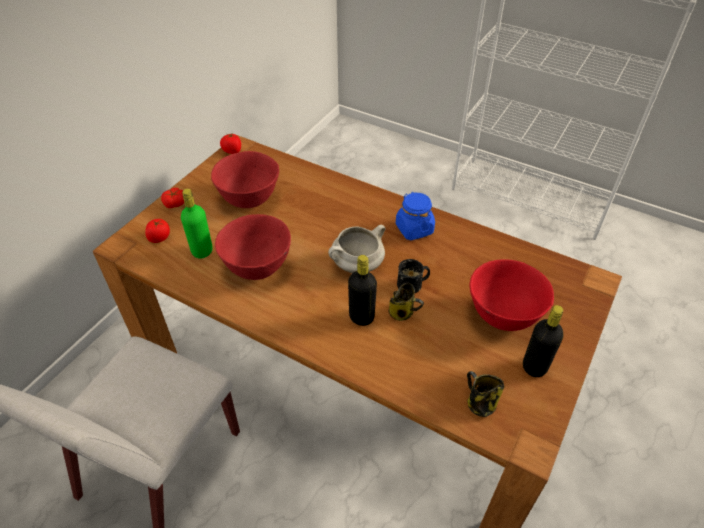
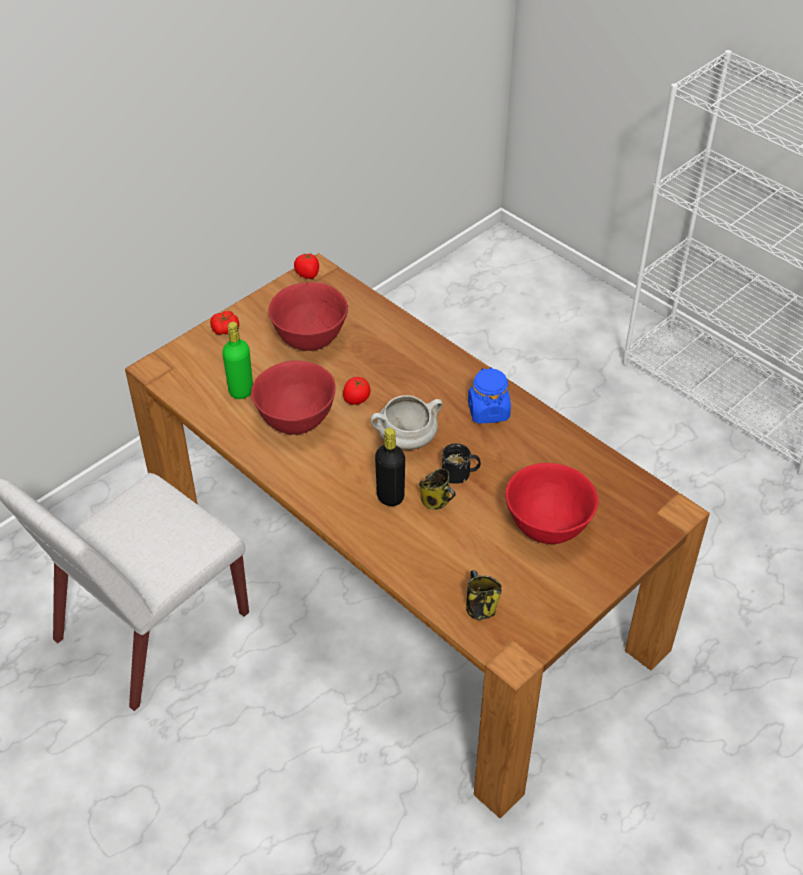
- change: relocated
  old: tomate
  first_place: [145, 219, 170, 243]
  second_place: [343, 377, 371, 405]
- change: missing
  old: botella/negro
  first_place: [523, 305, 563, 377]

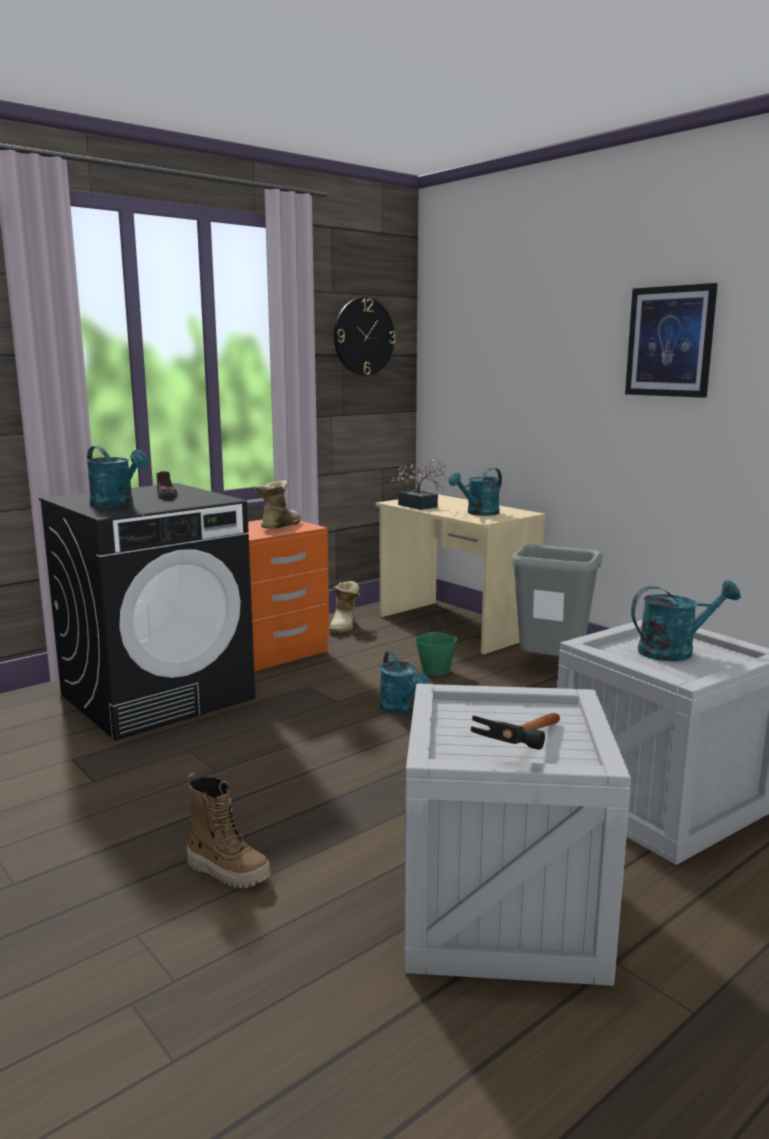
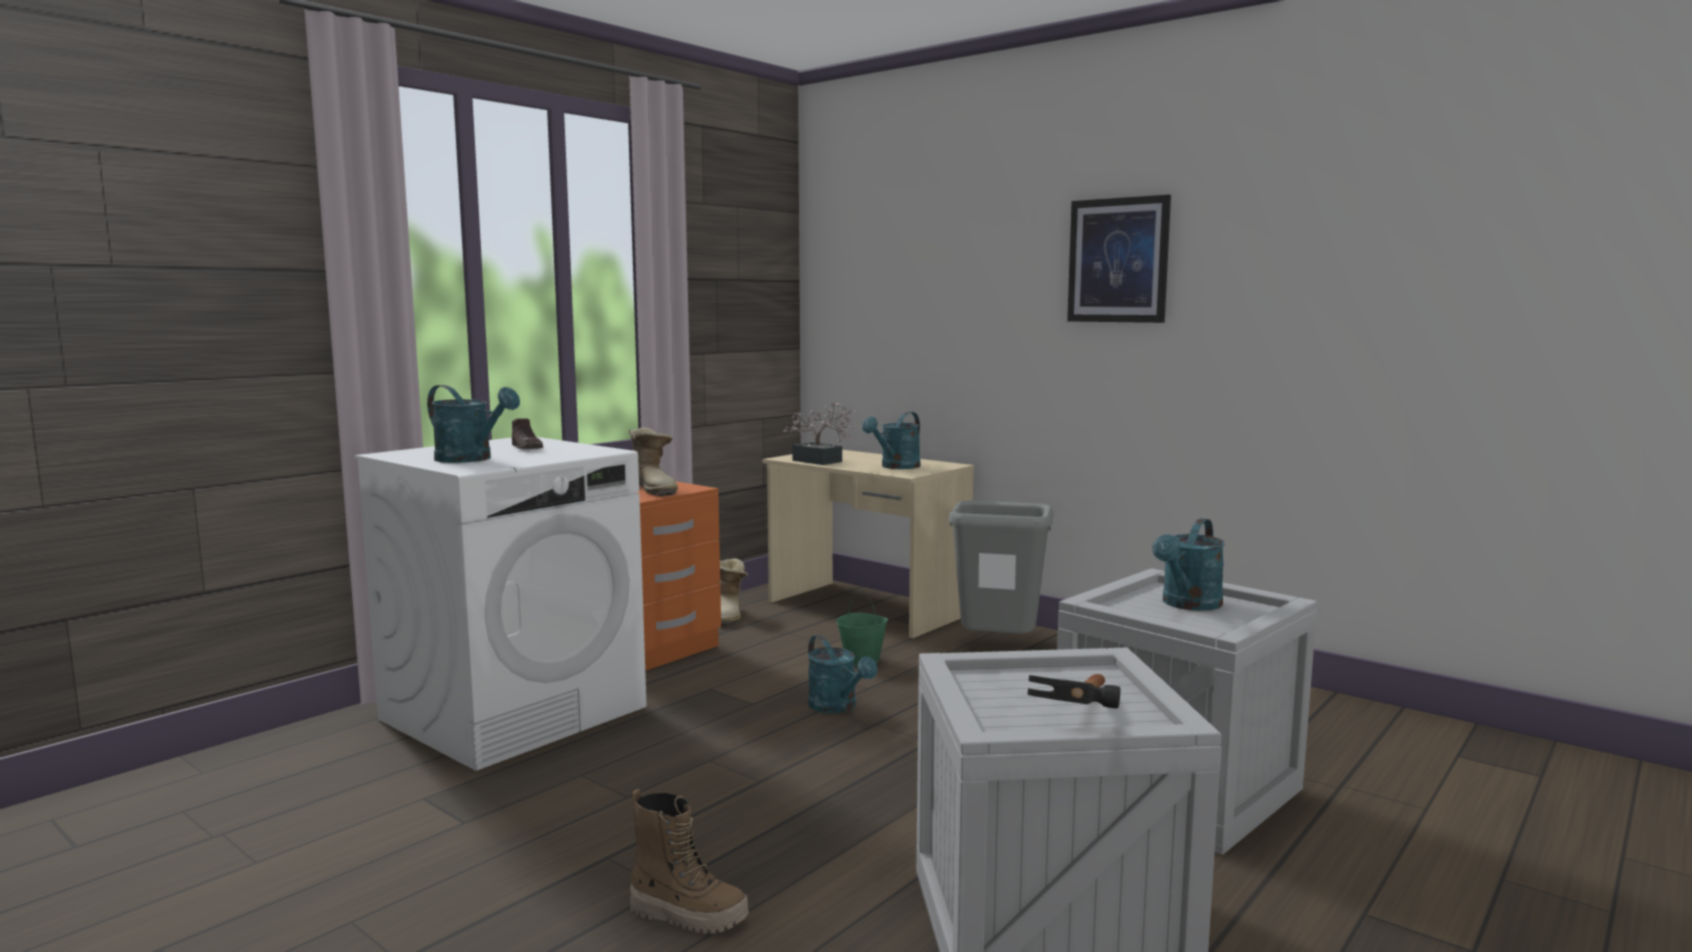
- change: colour
  old: lavadora/negro
  new: lavadora/blanco
  first_place: [39, 483, 255, 741]
  second_place: [354, 437, 646, 771]
- change: spun
  old: bota
  first_place: [254, 480, 301, 529]
  second_place: [629, 428, 678, 496]
  degrees: 135
- change: spun
  old: regadera/turquesa
  first_place: [631, 580, 741, 661]
  second_place: [1153, 518, 1225, 611]
  degrees: 150
- change: missing
  old: reloj de pared
  first_place: [334, 297, 396, 376]

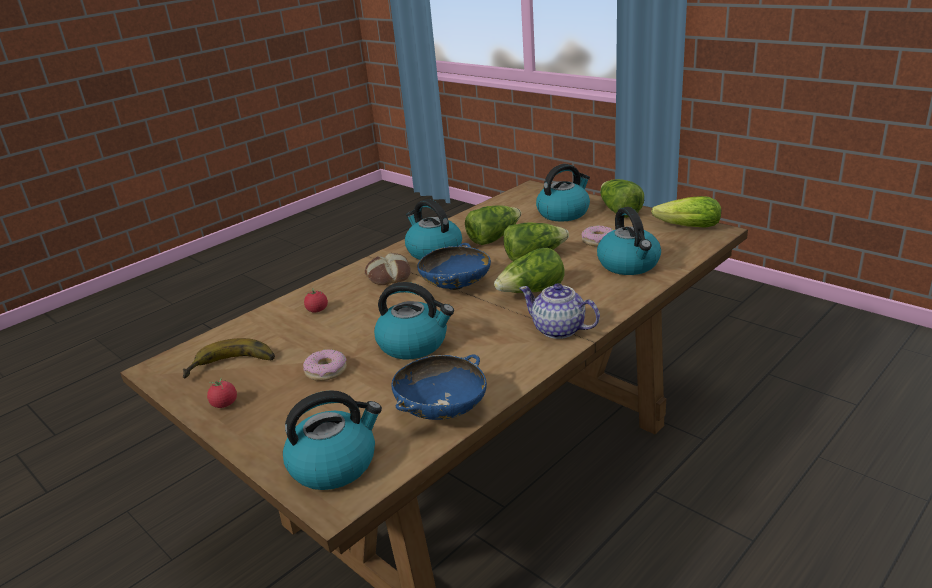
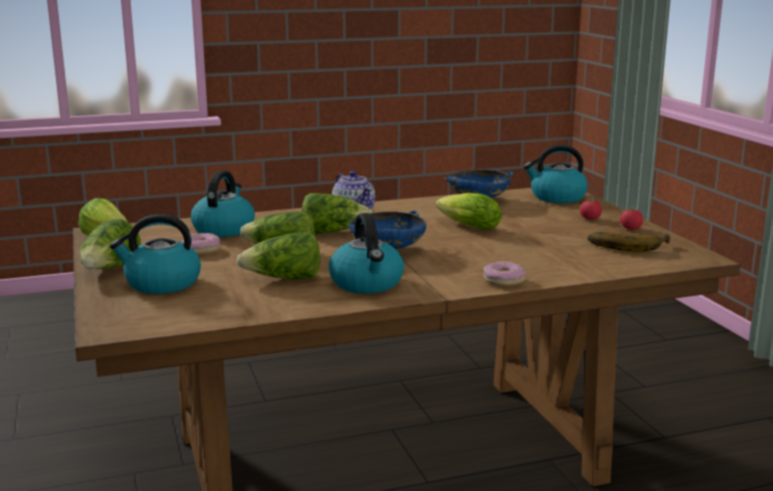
- change: exchanged
  old: hervidor
  new: lechuga
  first_place: [374, 282, 454, 359]
  second_place: [436, 193, 502, 229]
- change: relocated
  old: rosquilla
  first_place: [303, 349, 347, 381]
  second_place: [483, 261, 526, 286]
- change: relocated
  old: tomate
  first_place: [304, 288, 328, 312]
  second_place: [580, 197, 602, 220]
- change: missing
  old: pan
  first_place: [365, 253, 411, 285]

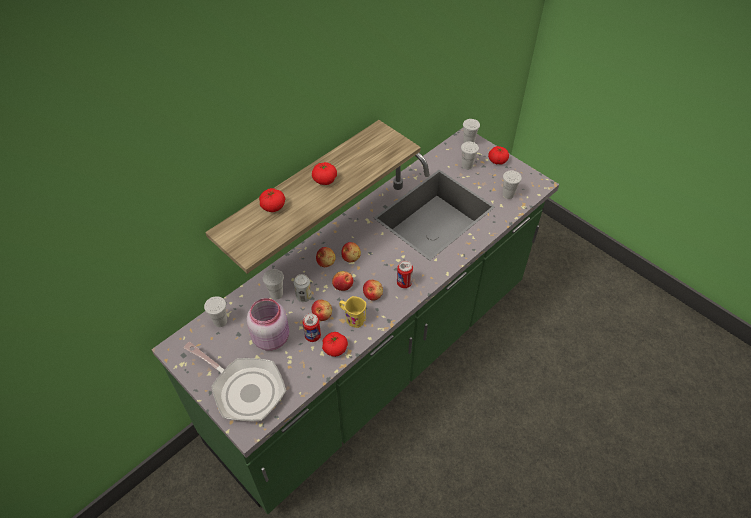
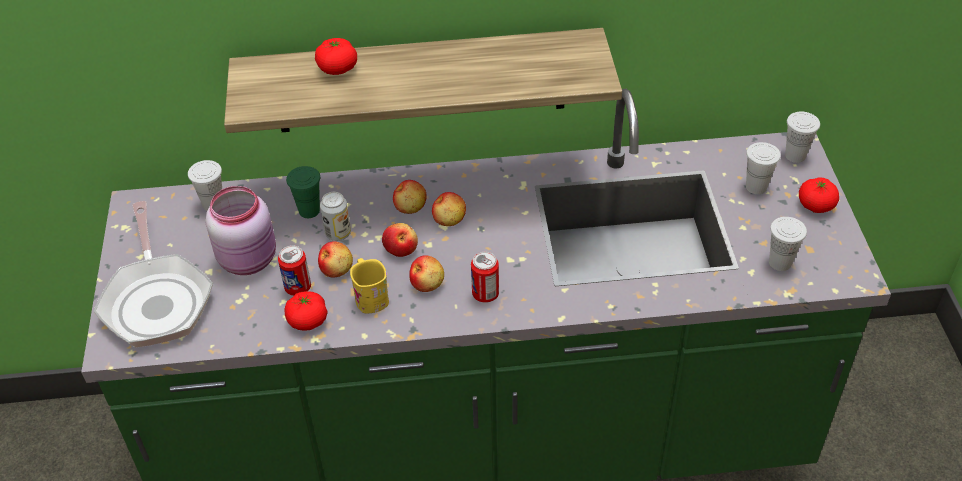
- change: colour
  old: taza/blanco
  new: taza/verde
  first_place: [263, 269, 284, 299]
  second_place: [286, 166, 320, 218]
- change: missing
  old: tomate
  first_place: [312, 162, 337, 185]

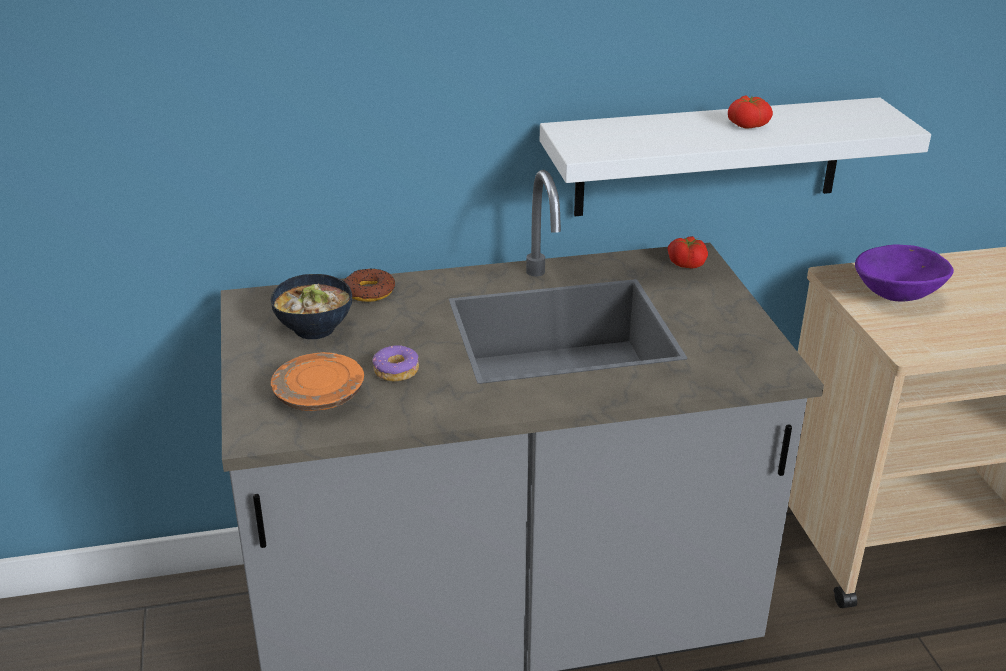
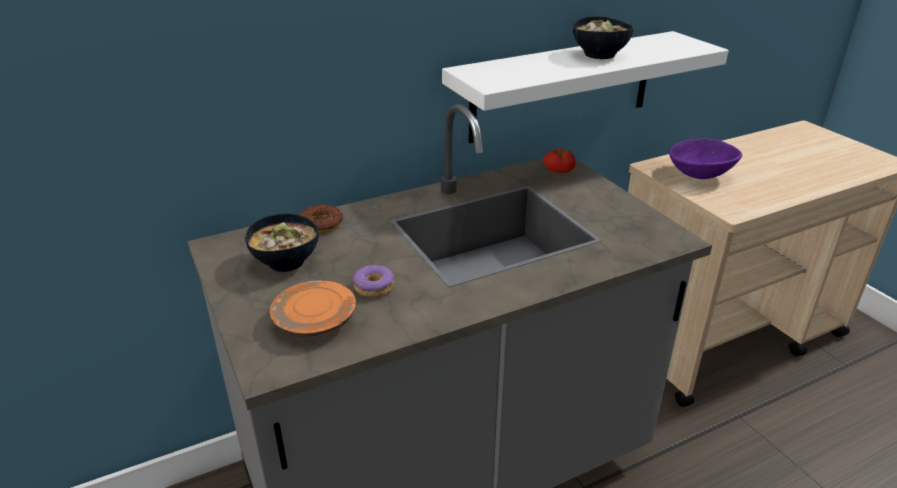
- change: exchanged
  old: tomate
  new: cuenco
  first_place: [728, 95, 773, 128]
  second_place: [573, 16, 634, 59]

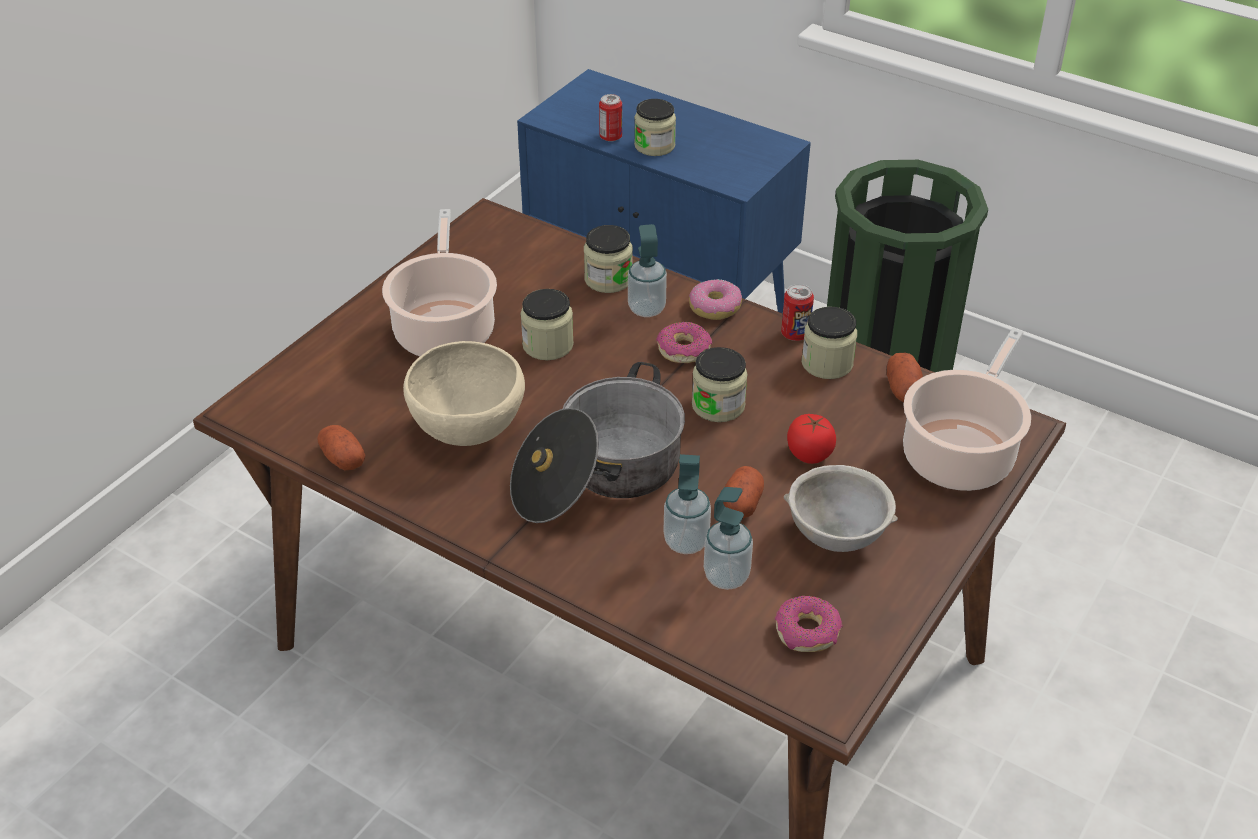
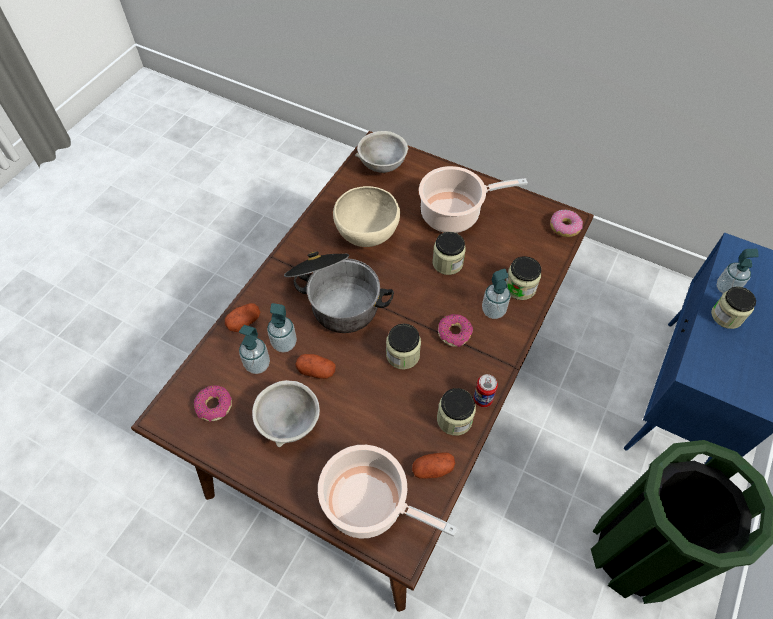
- change: relocated
  old: patata
  first_place: [317, 425, 365, 470]
  second_place: [225, 303, 260, 332]
- change: appeared
  new: cuenco/gris
  second_place: [355, 131, 409, 173]
- change: relocated
  old: rosquilla
  first_place: [689, 279, 742, 320]
  second_place: [550, 210, 583, 237]
- change: exchanged
  old: lata
  new: dispensador de jabón
  first_place: [599, 94, 622, 142]
  second_place: [717, 249, 759, 294]
- change: missing
  old: tomate
  first_place: [787, 414, 836, 464]

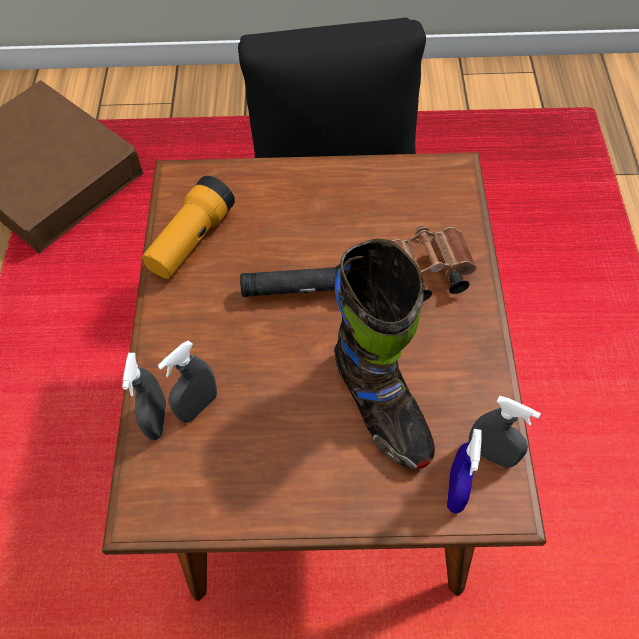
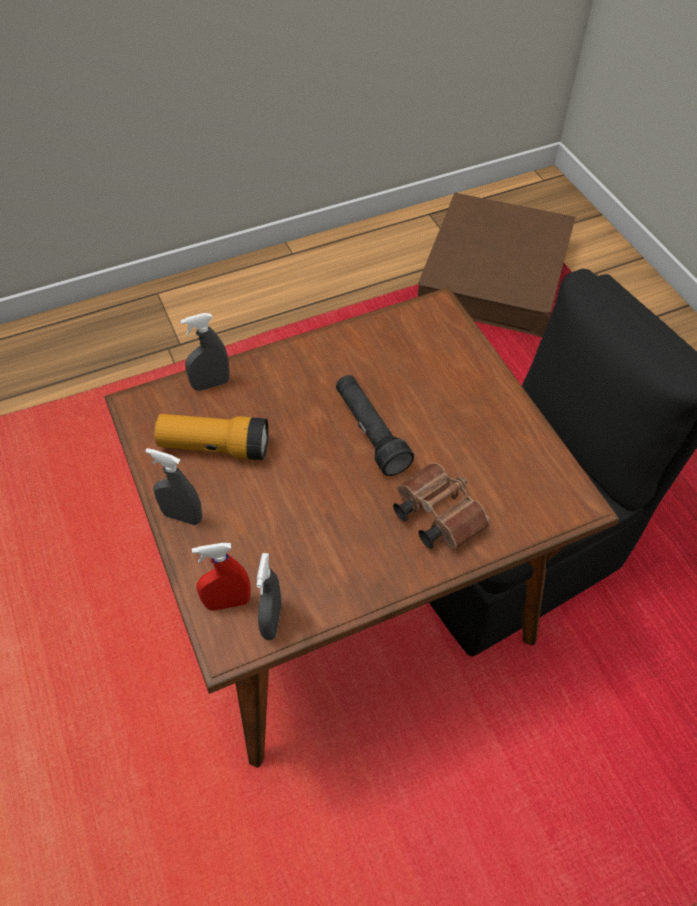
- change: relocated
  old: pulverizador/gris
  first_place: [158, 340, 217, 423]
  second_place: [145, 448, 202, 525]
- change: relocated
  old: linterna
  first_place: [142, 176, 235, 279]
  second_place: [154, 414, 269, 460]
- change: colour
  old: pulverizador/azul
  new: pulverizador/rojo
  first_place: [447, 429, 482, 514]
  second_place: [192, 543, 251, 611]
- change: missing
  old: bota/negro
  first_place: [334, 239, 435, 469]

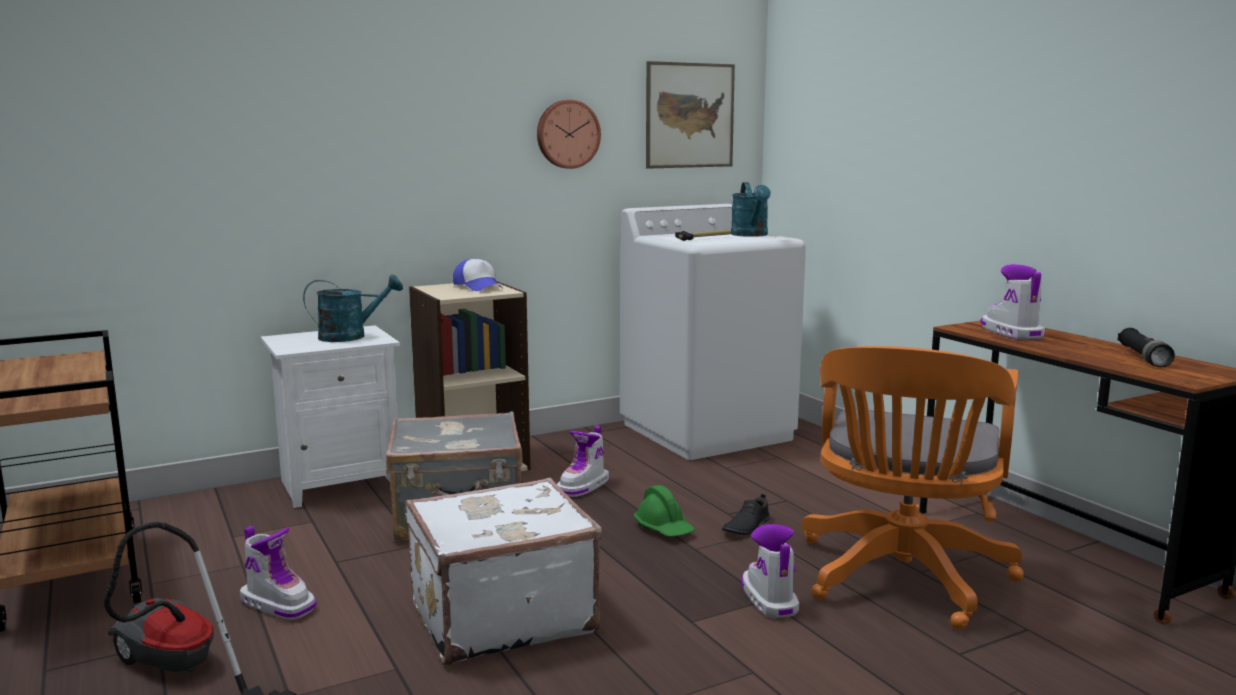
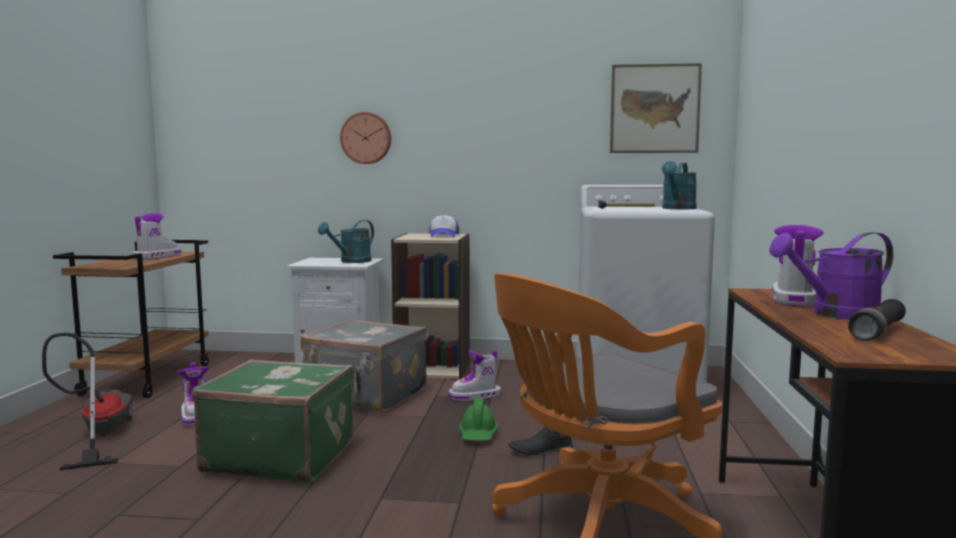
- change: relocated
  old: bota
  first_place: [741, 524, 799, 618]
  second_place: [132, 213, 182, 260]
- change: colour
  old: maleta/blanco
  new: maleta/verde
  first_place: [405, 478, 602, 665]
  second_place: [192, 359, 355, 482]
- change: spun
  old: regadera/turquesa
  first_place: [303, 274, 403, 342]
  second_place: [318, 220, 374, 263]
  degrees: 120
- change: relocated
  old: reloj de pared
  first_place: [537, 100, 601, 169]
  second_place: [340, 112, 391, 164]
- change: appeared
  new: regadera/morado
  second_place: [769, 232, 893, 320]

